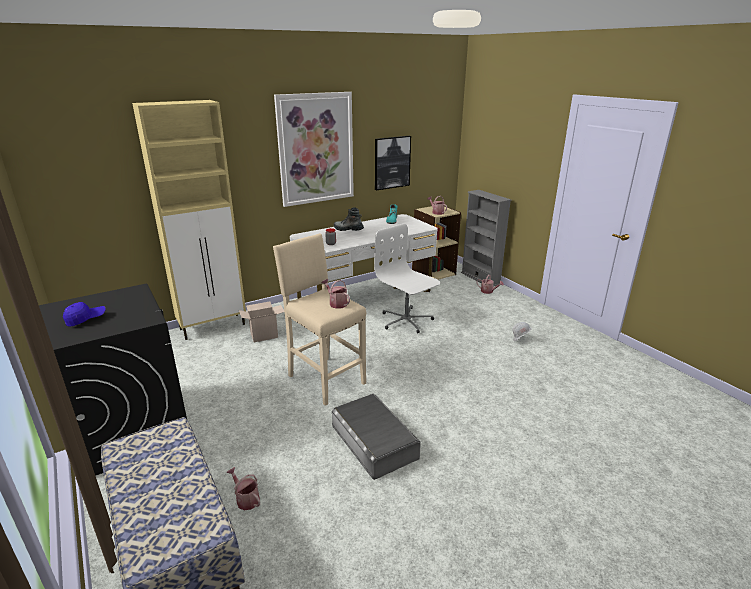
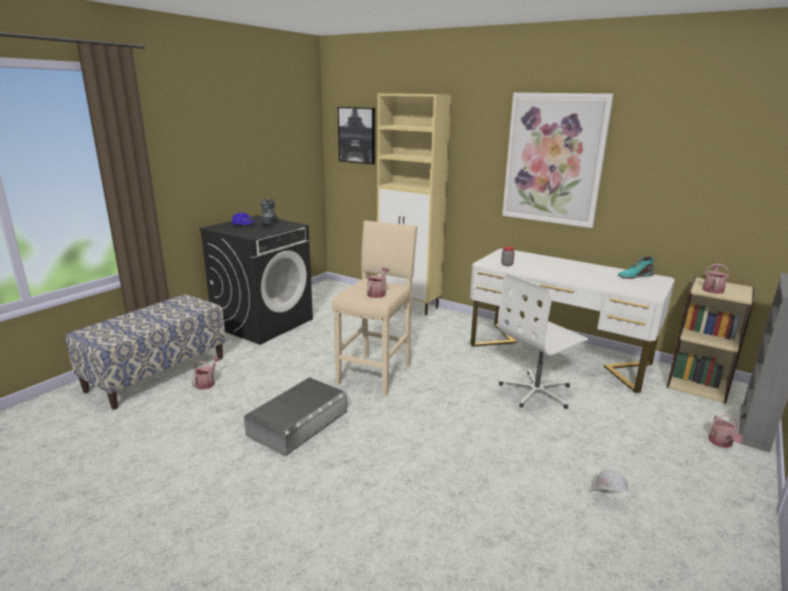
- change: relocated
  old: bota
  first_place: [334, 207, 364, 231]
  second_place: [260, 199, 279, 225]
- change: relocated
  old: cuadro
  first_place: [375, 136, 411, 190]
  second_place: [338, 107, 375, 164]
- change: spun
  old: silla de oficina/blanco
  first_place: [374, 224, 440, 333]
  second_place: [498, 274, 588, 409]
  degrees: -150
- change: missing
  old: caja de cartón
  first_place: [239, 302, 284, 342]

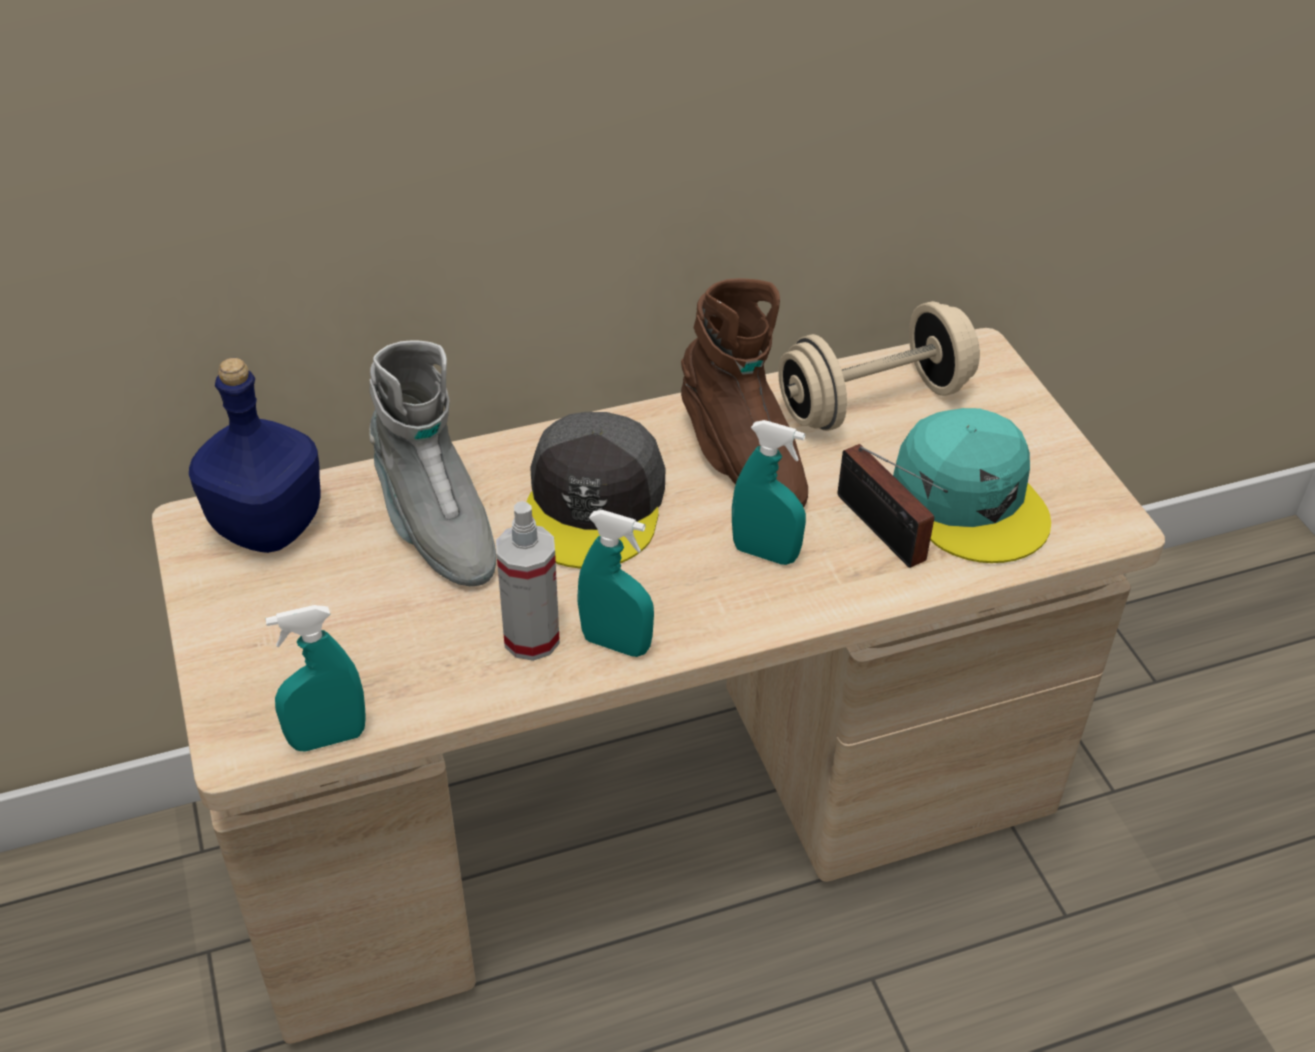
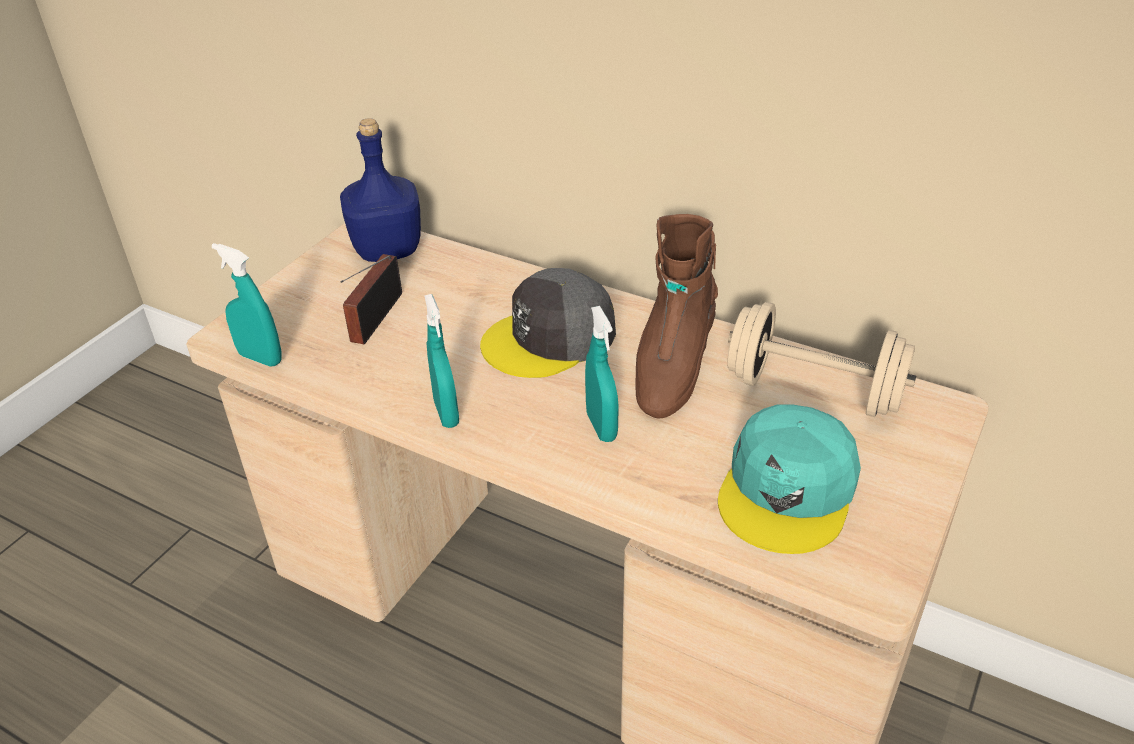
- change: relocated
  old: radio
  first_place: [838, 444, 948, 568]
  second_place: [341, 254, 402, 345]
- change: missing
  old: bota/gris
  first_place: [369, 340, 496, 586]
- change: missing
  old: pulverizador
  first_place: [496, 501, 560, 661]

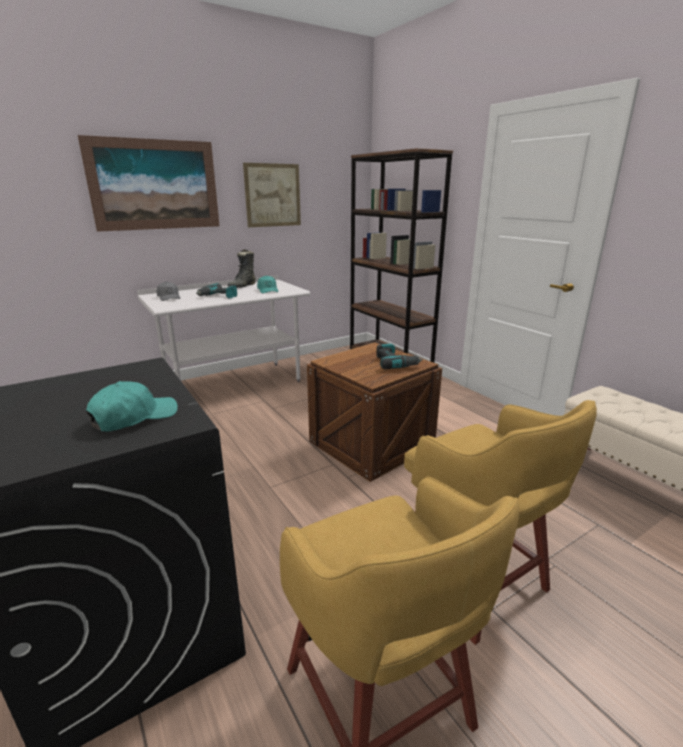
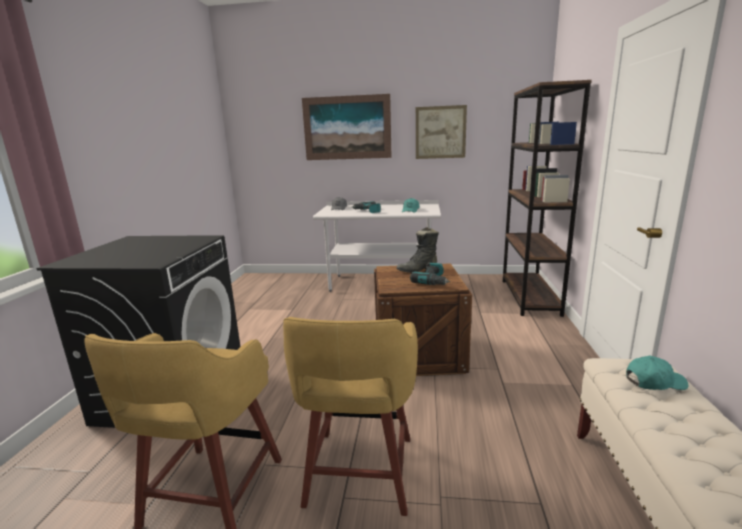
- change: relocated
  old: bota/negro
  first_place: [227, 249, 255, 288]
  second_place: [396, 227, 439, 273]
- change: relocated
  old: gorra/turquesa
  first_place: [86, 381, 178, 432]
  second_place: [626, 355, 688, 390]

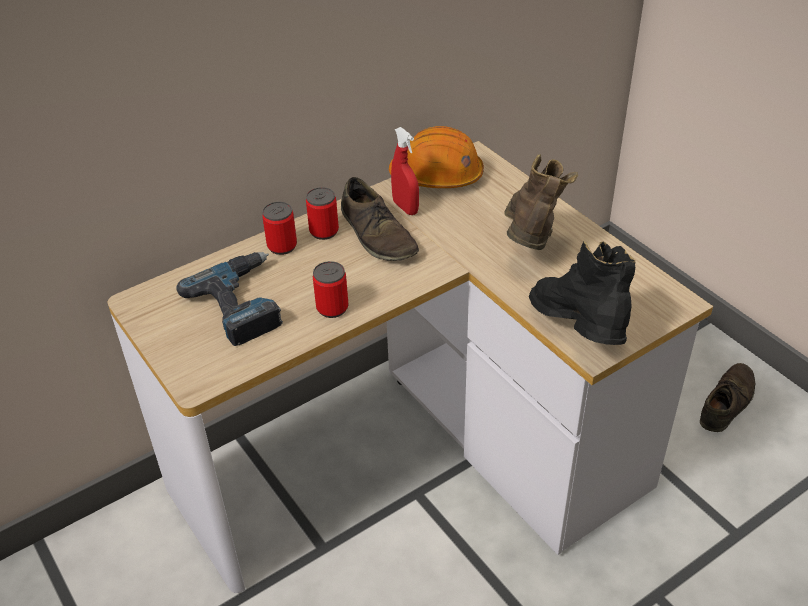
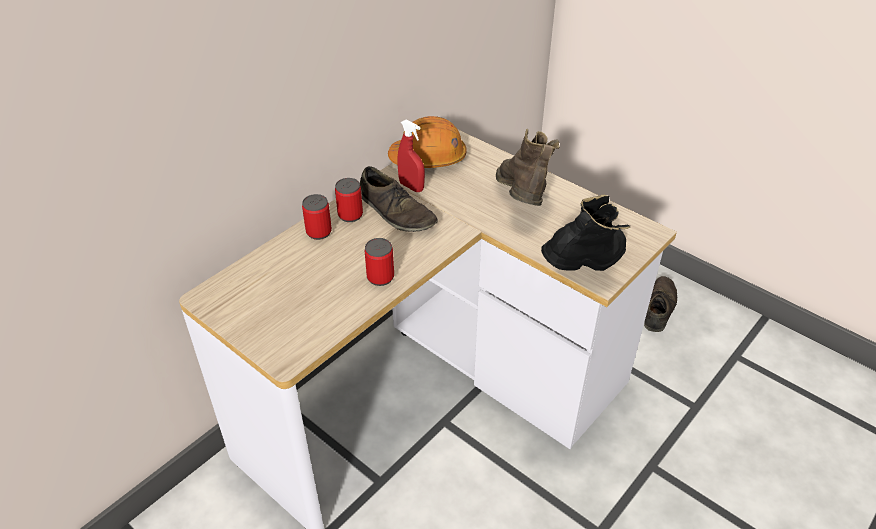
- change: spun
  old: bota/negro
  first_place: [529, 241, 636, 345]
  second_place: [541, 195, 630, 271]
  degrees: 90
- change: missing
  old: taladro
  first_place: [176, 252, 283, 346]

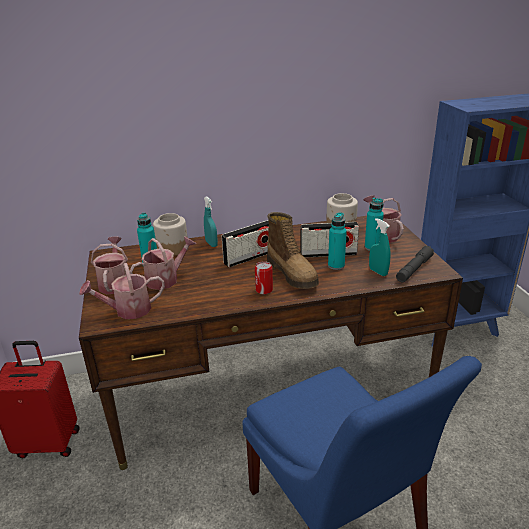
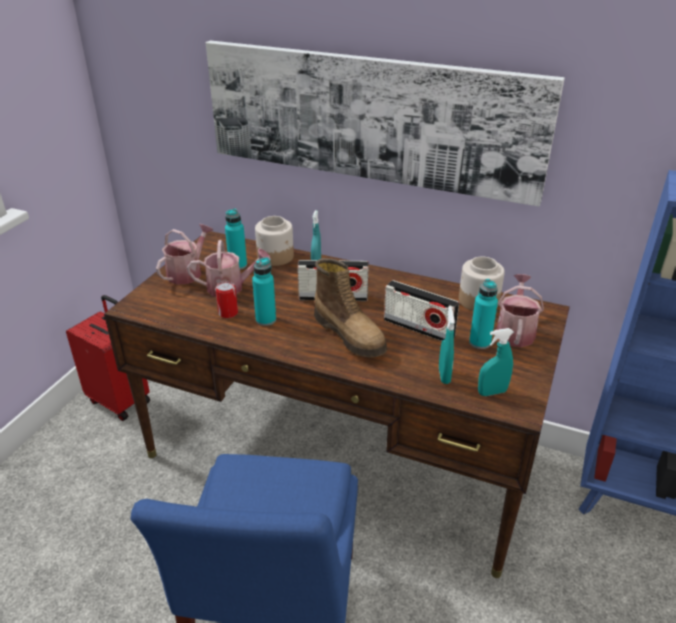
- change: appeared
  new: cuadro
  second_place: [206, 40, 565, 207]
- change: relocated
  old: lata
  first_place: [255, 261, 273, 294]
  second_place: [215, 281, 238, 318]
- change: relocated
  old: botella/turquesa
  first_place: [328, 212, 347, 270]
  second_place: [252, 257, 276, 326]
- change: spun
  old: bota
  first_place: [267, 212, 319, 289]
  second_place: [314, 258, 387, 358]
  degrees: -45
- change: exchanged
  old: linterna/gris
  new: pulverizador/turquesa
  first_place: [396, 246, 434, 282]
  second_place: [478, 328, 514, 396]
- change: missing
  old: regadera
  first_place: [79, 263, 165, 319]

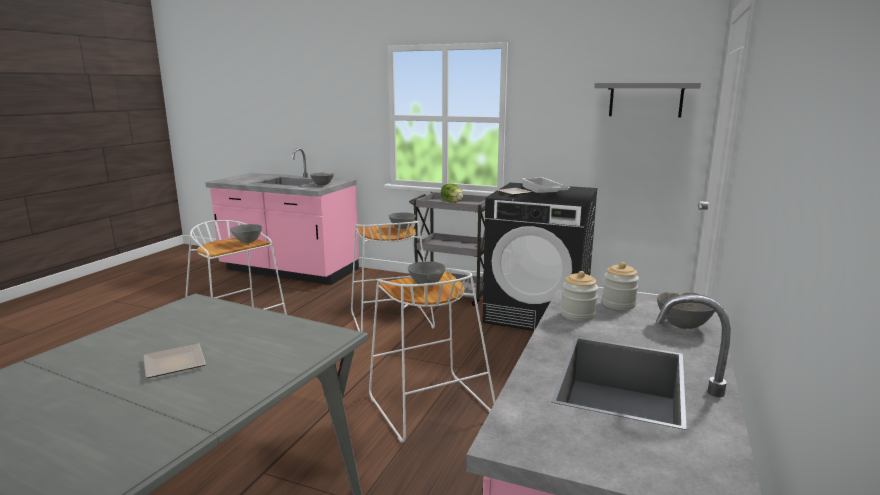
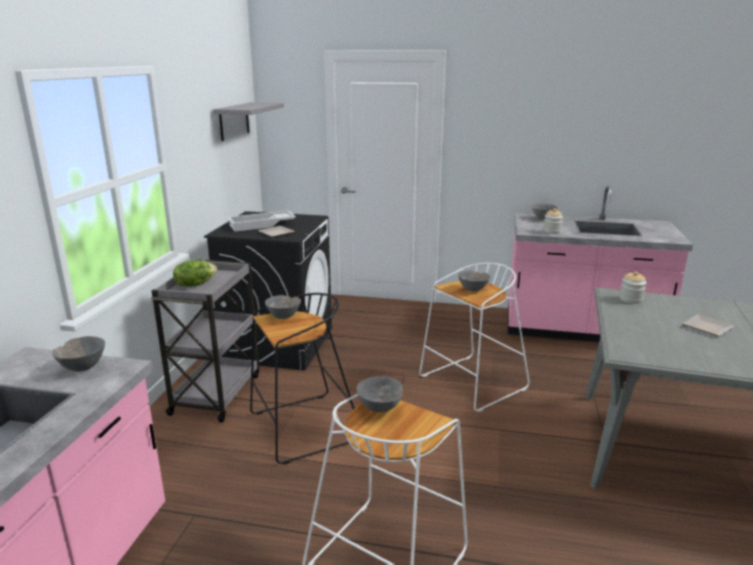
- change: colour
  old: taburete/blanco
  new: taburete/negro
  first_place: [351, 221, 435, 332]
  second_place: [250, 293, 354, 465]
- change: relocated
  old: tarro
  first_place: [602, 262, 639, 310]
  second_place: [620, 271, 646, 304]

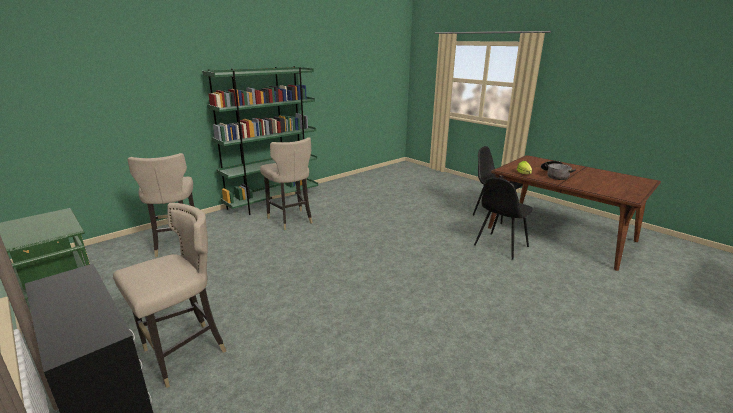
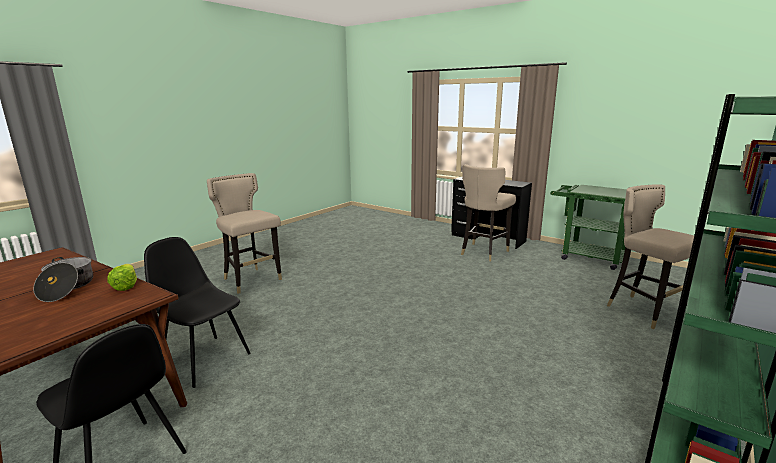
- change: spun
  old: silla/negro
  first_place: [474, 177, 533, 260]
  second_place: [144, 237, 251, 388]
  degrees: -90
- change: relocated
  old: taburete/beis
  first_place: [260, 137, 313, 230]
  second_place: [207, 173, 282, 294]

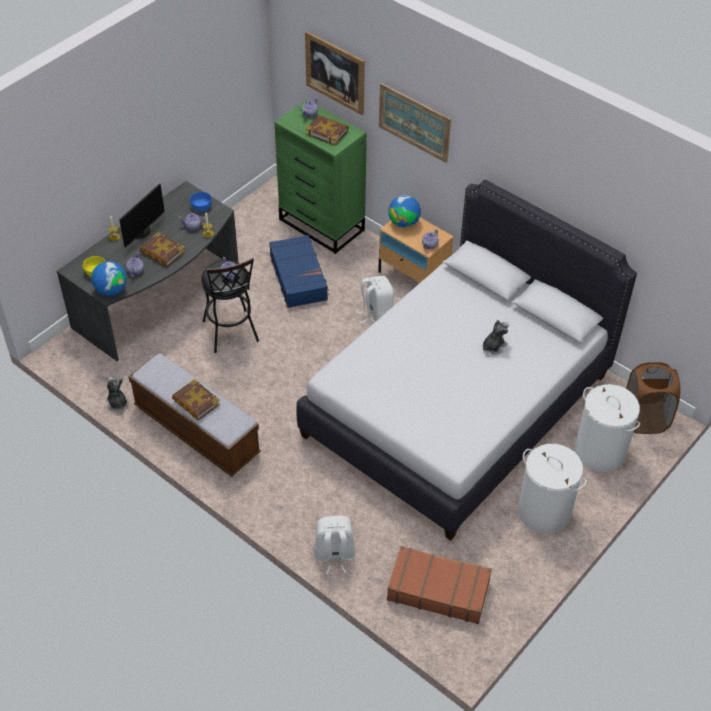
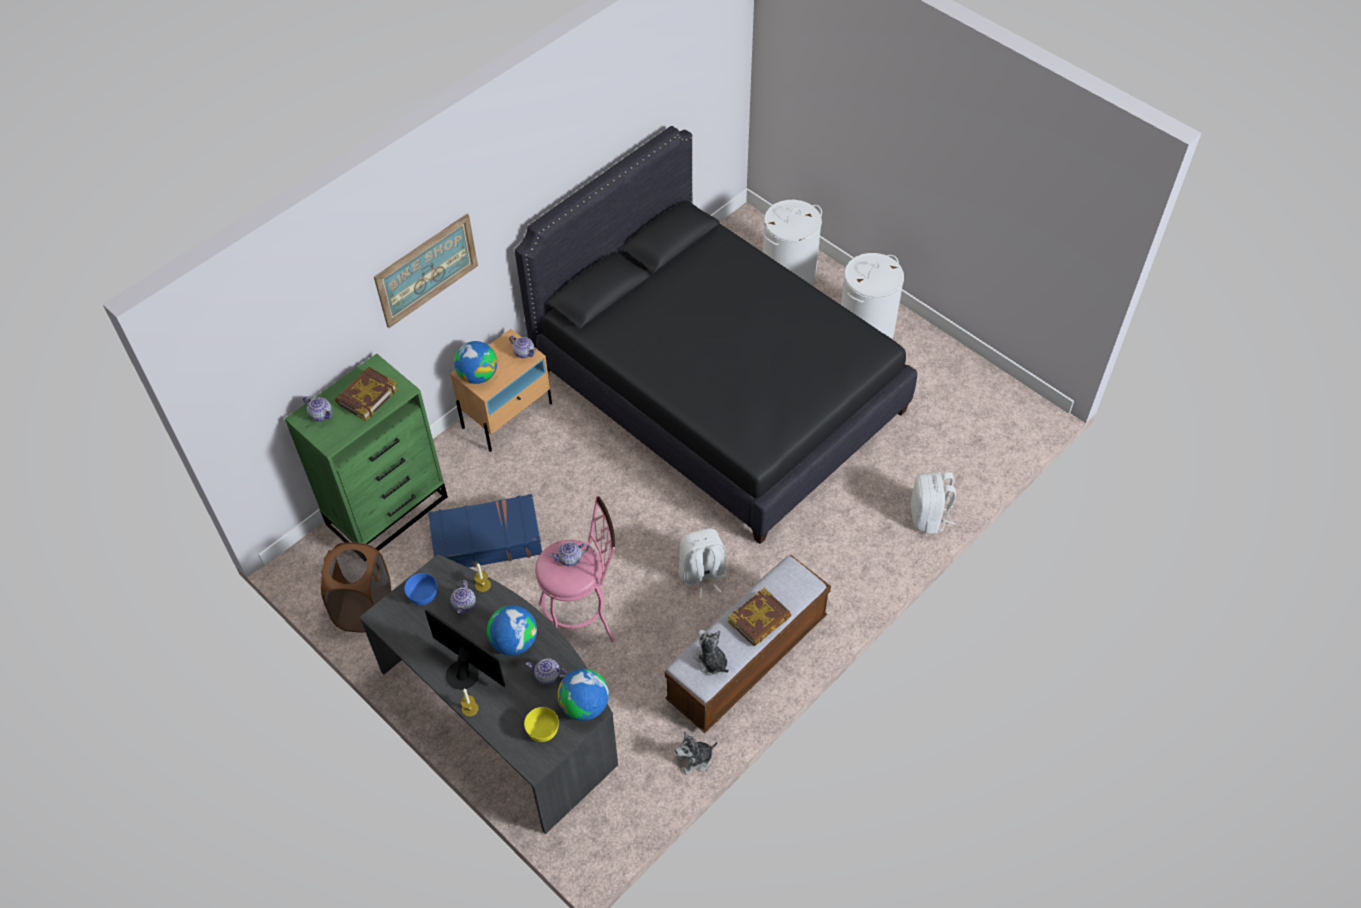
- change: relocated
  old: cesto de la ropa/marrón
  first_place: [626, 362, 680, 434]
  second_place: [321, 542, 391, 633]
- change: exchanged
  old: libro
  new: globo terráqueo
  first_place: [140, 232, 185, 267]
  second_place: [487, 605, 537, 655]
- change: colour
  old: cama/blanco
  new: cama/negro
  first_place: [296, 180, 637, 541]
  second_place: [515, 126, 917, 544]
- change: colour
  old: taburete/negro
  new: taburete/rosa
  first_place: [201, 258, 259, 353]
  second_place: [535, 495, 615, 642]
- change: relocated
  old: mochila/blanco
  first_place: [356, 276, 394, 323]
  second_place: [679, 528, 726, 598]
- change: relocated
  old: peluche
  first_place: [483, 320, 509, 355]
  second_place: [693, 630, 729, 675]
- change: missing
  old: cuadro
  first_place: [305, 31, 365, 115]
- change: missing
  old: maleta/marrón
  first_place: [387, 546, 492, 624]

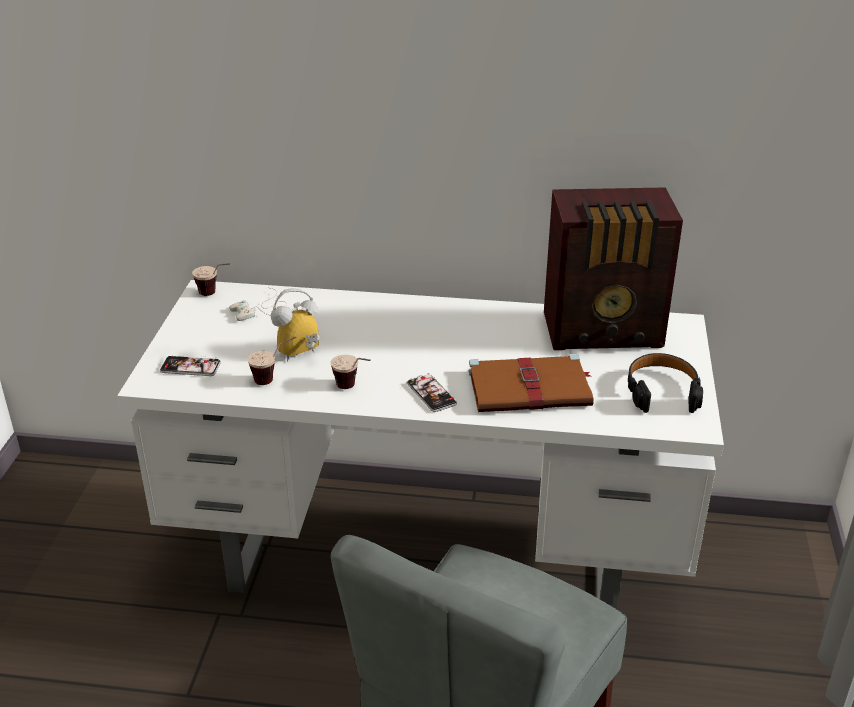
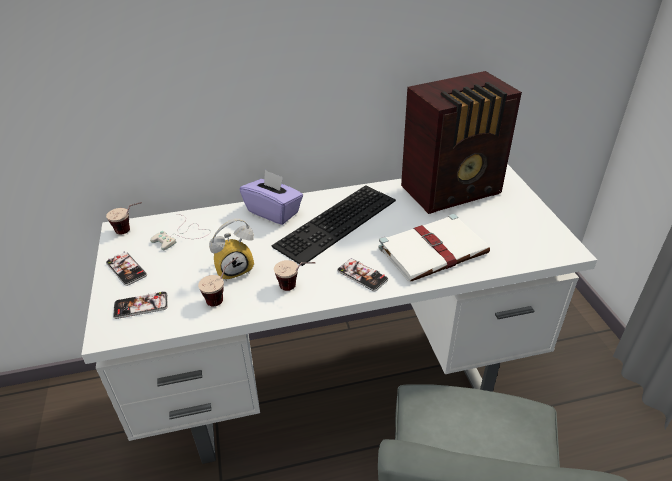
- change: appeared
  new: móvil
  second_place: [106, 252, 147, 286]
- change: spun
  old: despertador
  first_place: [271, 288, 320, 362]
  second_place: [209, 218, 254, 282]
  degrees: -150
- change: appeared
  new: caja de pañuelos/morado
  second_place: [240, 170, 303, 225]
- change: appeared
  new: teclado
  second_place: [271, 185, 396, 266]
- change: colour
  old: libro/marrón
  new: libro/blanco
  first_place: [469, 354, 594, 412]
  second_place: [378, 214, 490, 282]
- change: missing
  old: auriculares/negro
  first_place: [628, 353, 703, 413]

